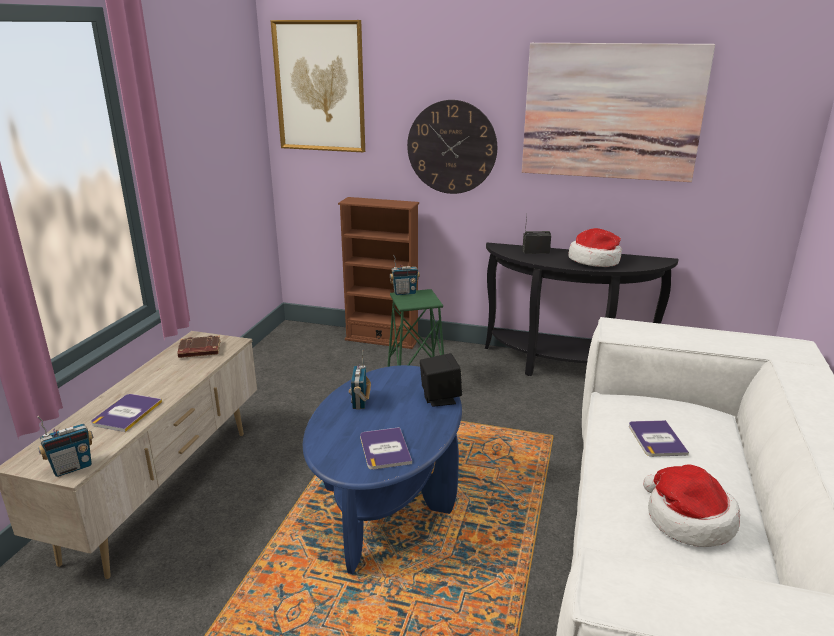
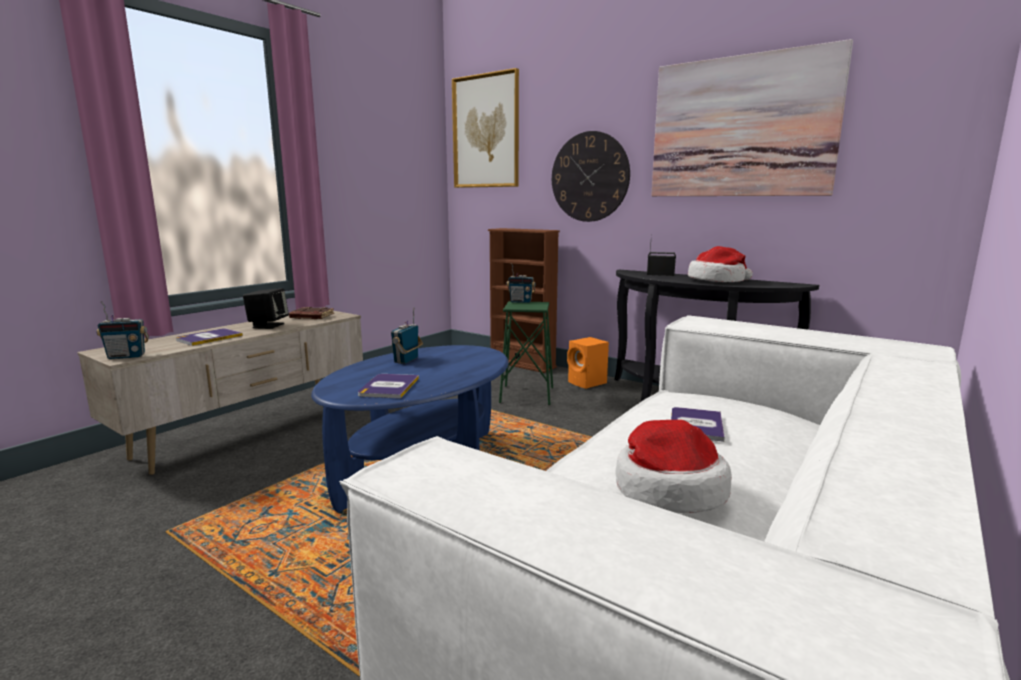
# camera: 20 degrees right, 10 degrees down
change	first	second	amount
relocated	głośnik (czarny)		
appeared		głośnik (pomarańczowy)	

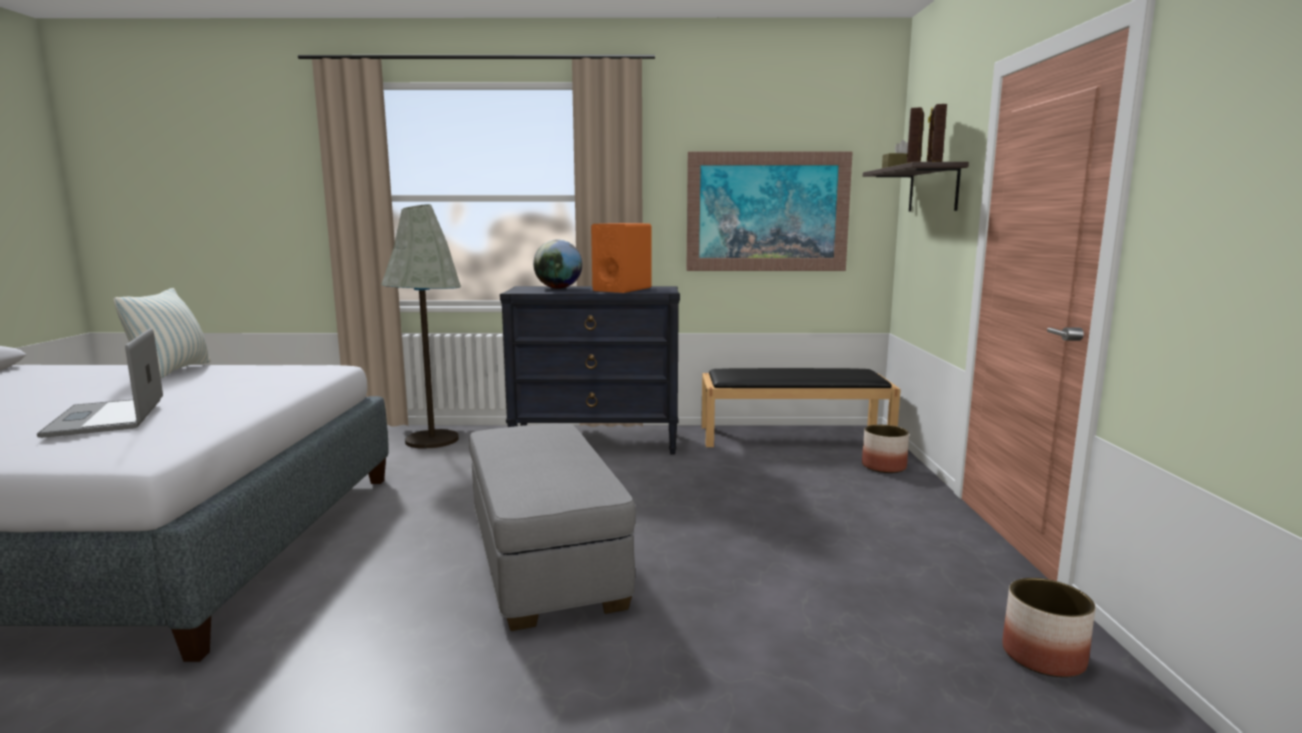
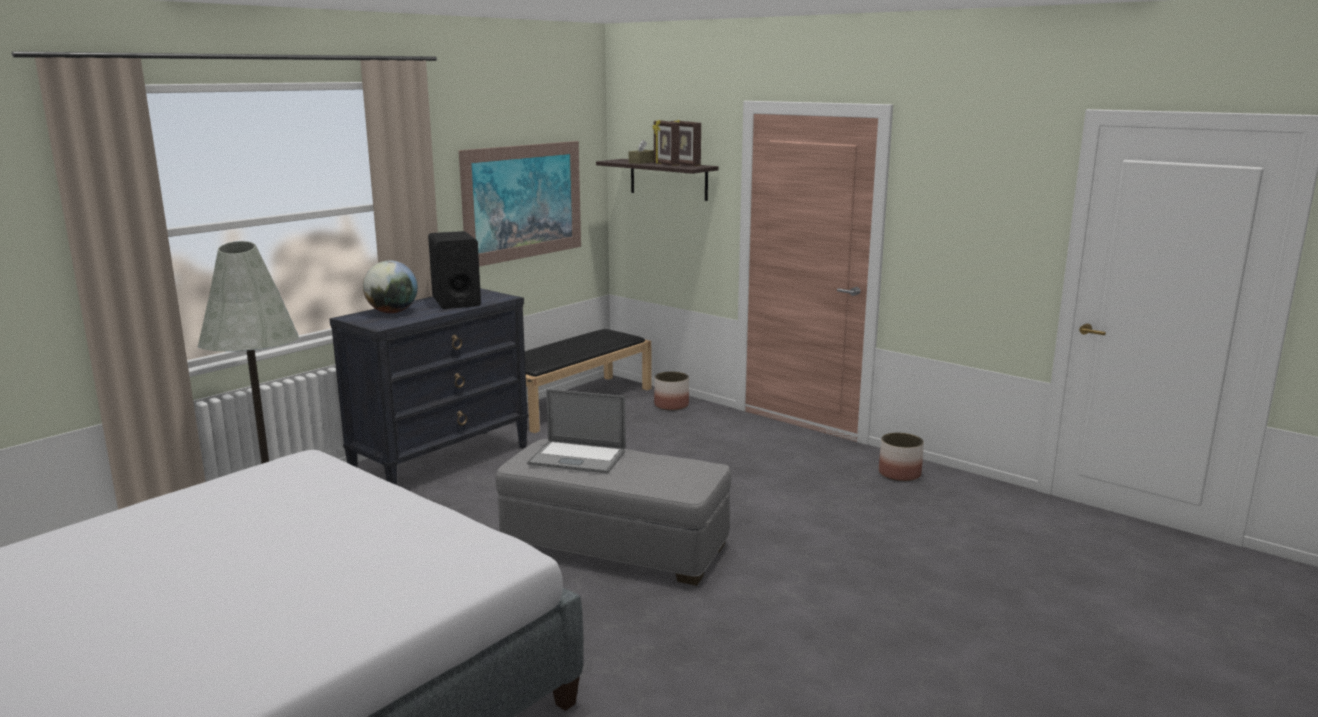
# camera: 50 degrees left, 5 degrees up
change	first	second	amount
colour	głośnik (pomarańczowy)	głośnik (czarny)	
missing	poduszka		
relocated	laptop		

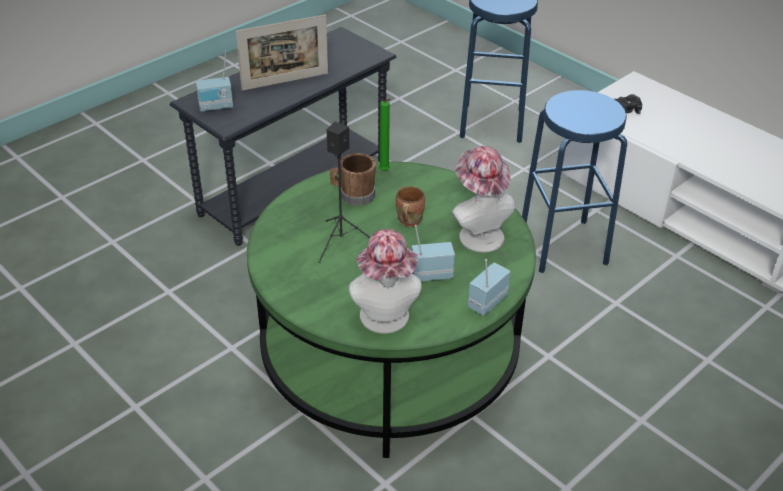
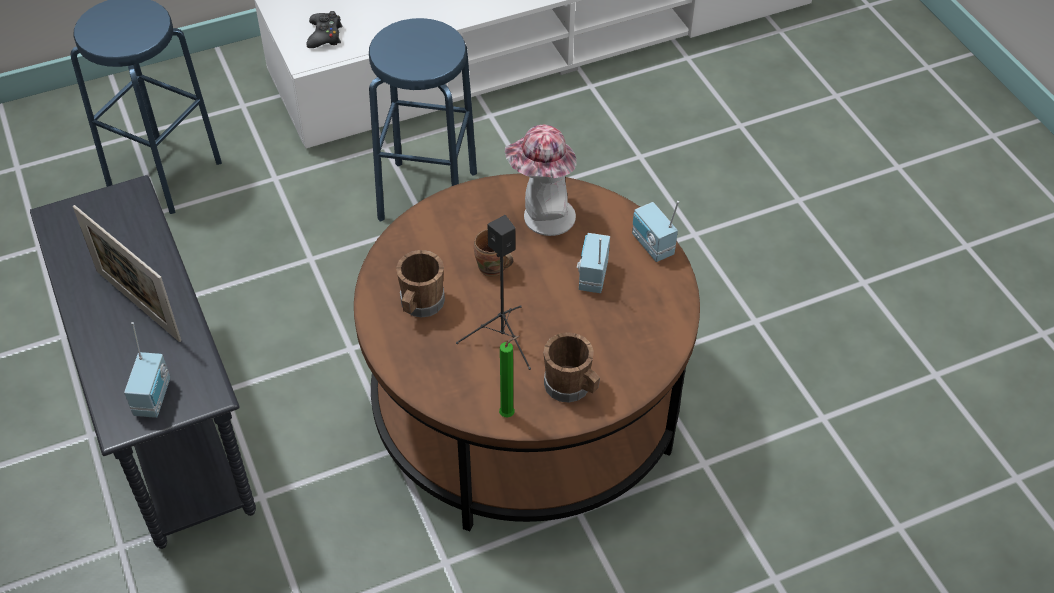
# camera: 70 degrees left, 10 degrees up
change	first	second	amount
spun	ramka na zdjęcie		135 degrees clockwise
relocated	świeca (zielony)		
colour	ława (zielony)	ława (brązowy)	
missing	kapelusz (no. 1 from left)		
appeared		kubek (brązowy) (no. 3 from left)	

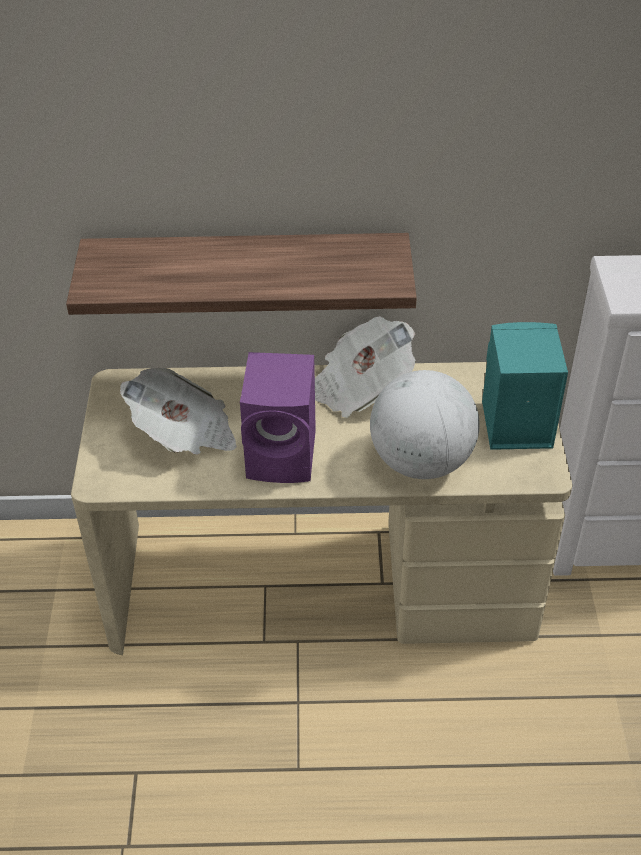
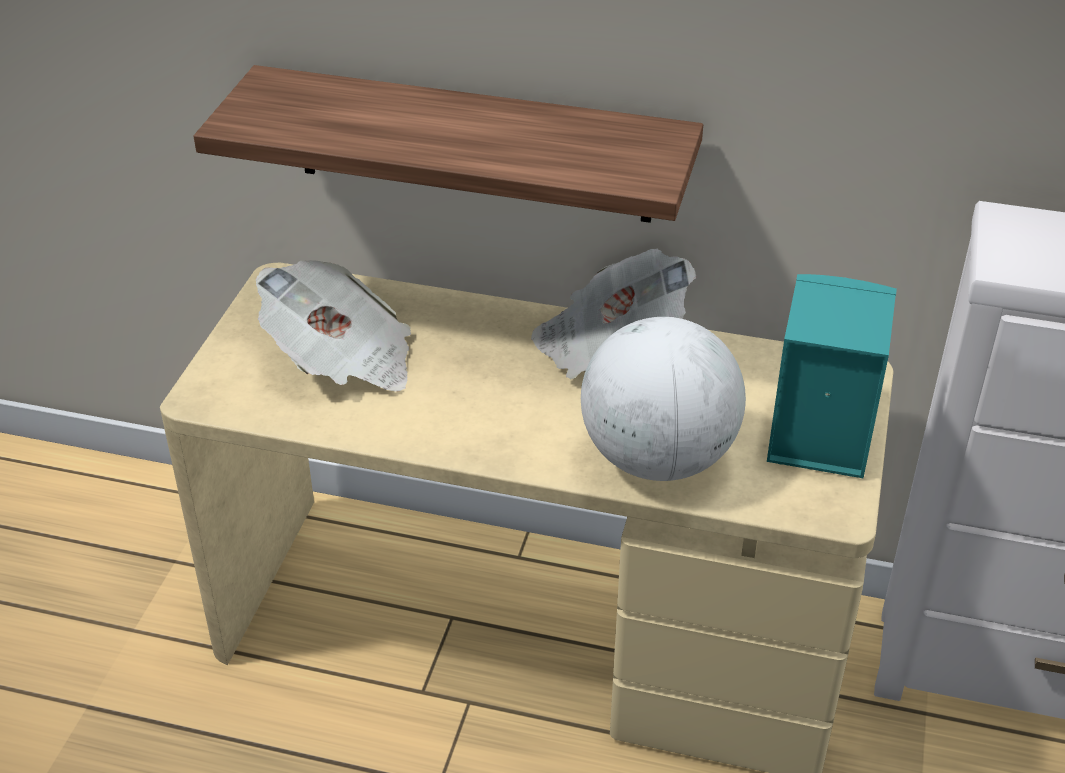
# camera: 15 degrees right, 5 degrees down
change	first	second	amount
missing	głośnik (fioletowy)		

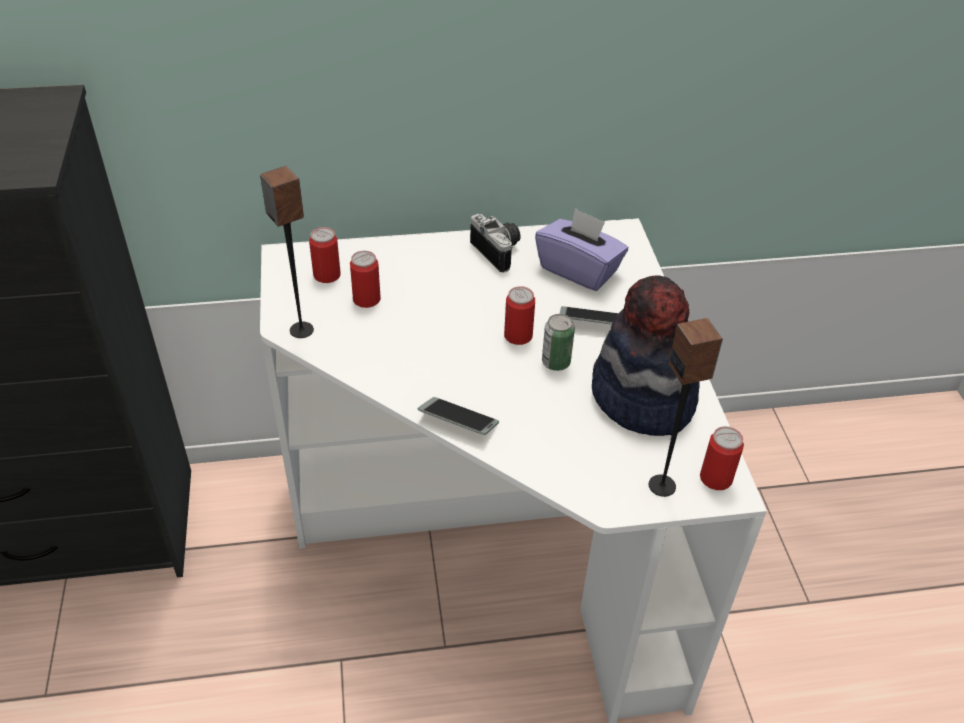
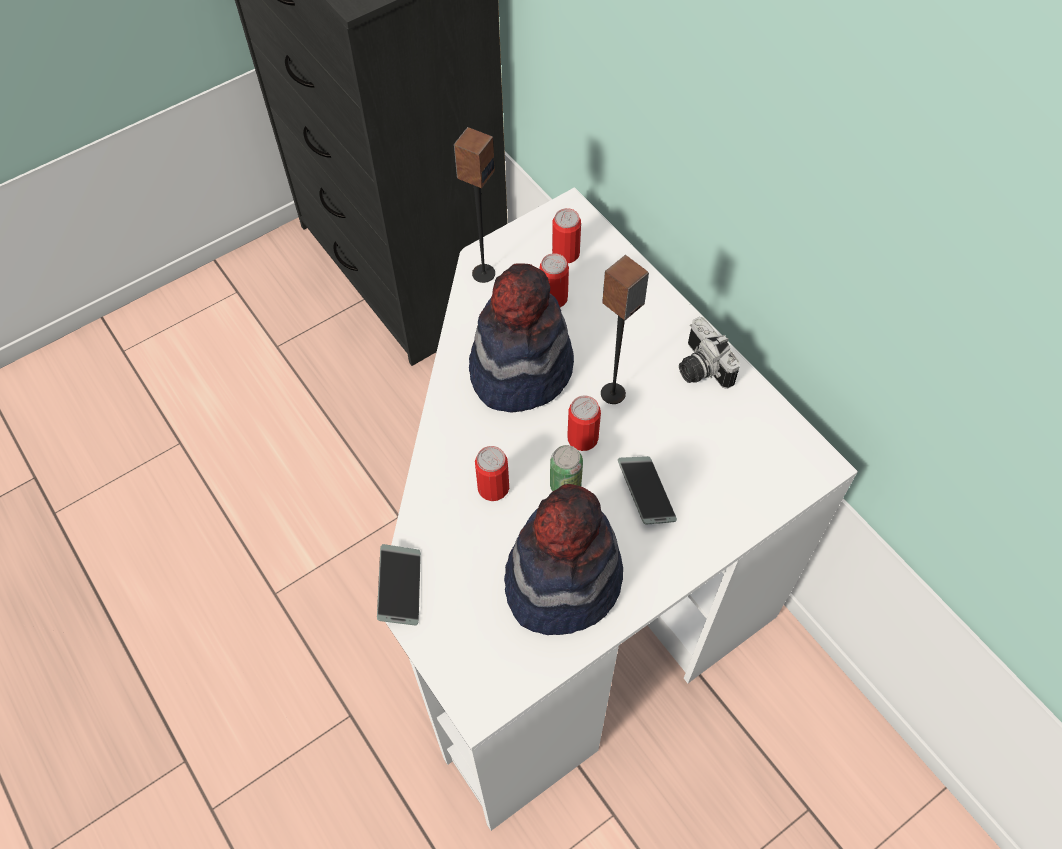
# camera: 65 degrees right, 15 degrees up
change	first	second	amount
missing	pudełko chusteczek (fioletowy)		
spun	aparat fotograficzny		120 degrees clockwise
relocated	głośnik (no. 2 from left)		
relocated	telefon (no. 1 from left)		
relocated	puszka (no. 5 from left in the first image)	puszka (no. 1 from left)	
appeared		kapelusz (no. 1 from left)	

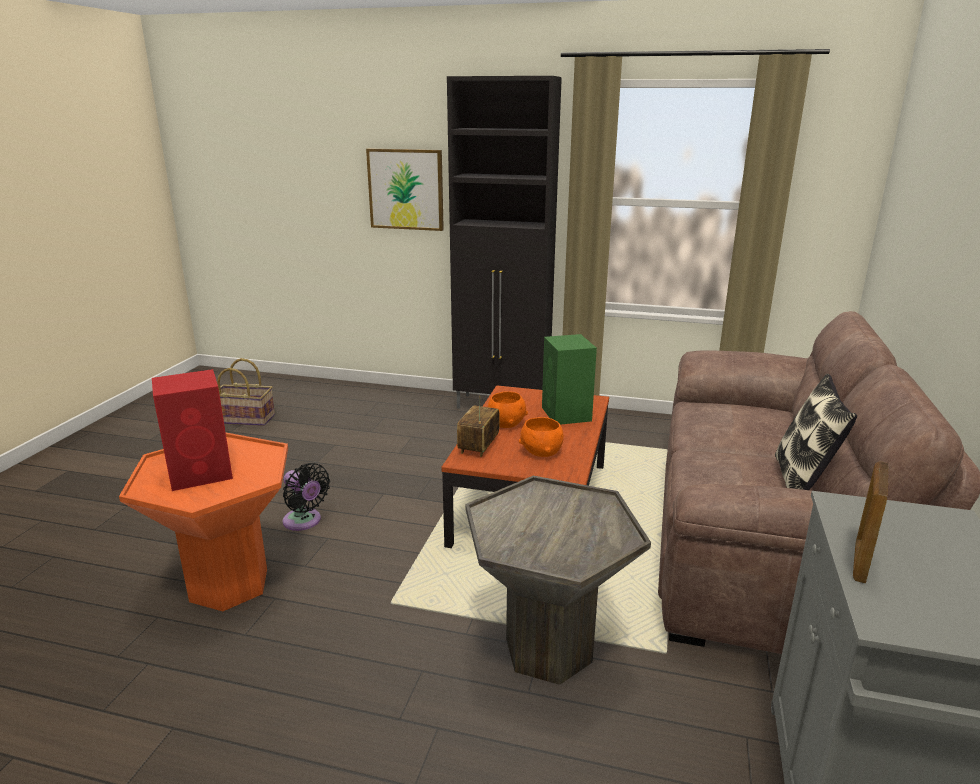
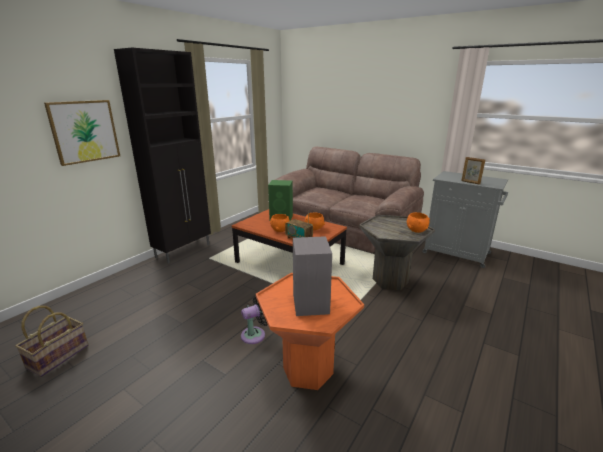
# camera: 70 degrees left, 0 degrees up
change	first	second	amount
colour	głośnik (czerwony)	głośnik (szary)	
missing	poduszka		
appeared		miska (pomarańczowy) (no. 3 from left)	

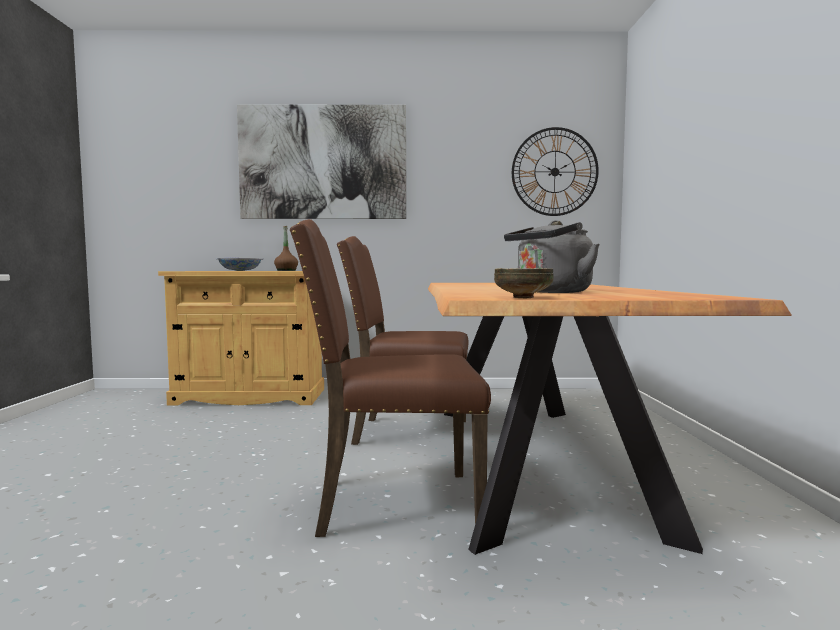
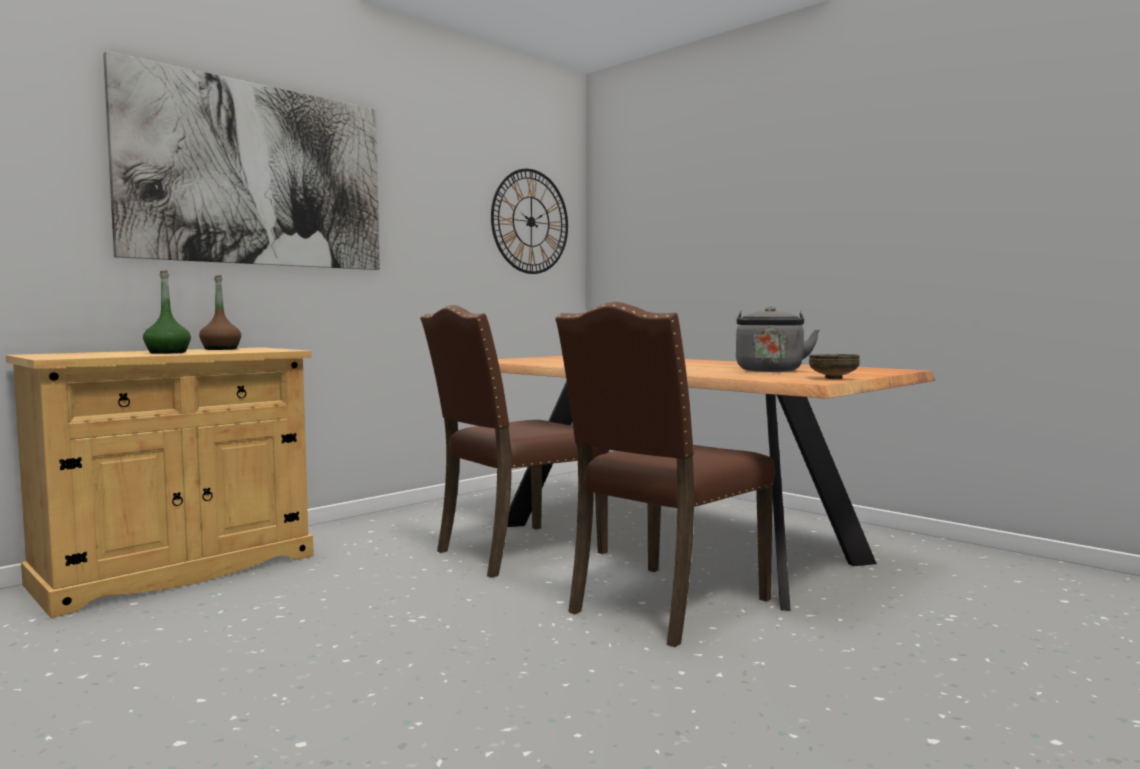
# camera: 45 degrees left, 0 degrees up
change	first	second	amount
exchanged	miska (no. 1 from left)	butelka (zielony)	

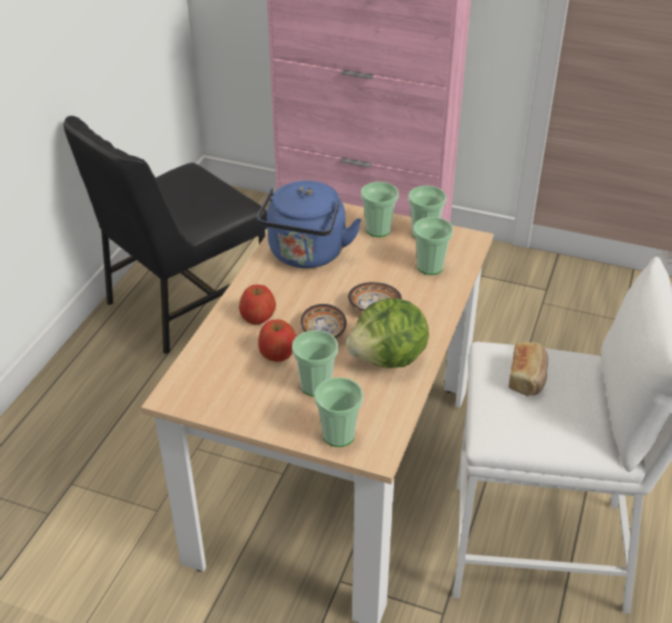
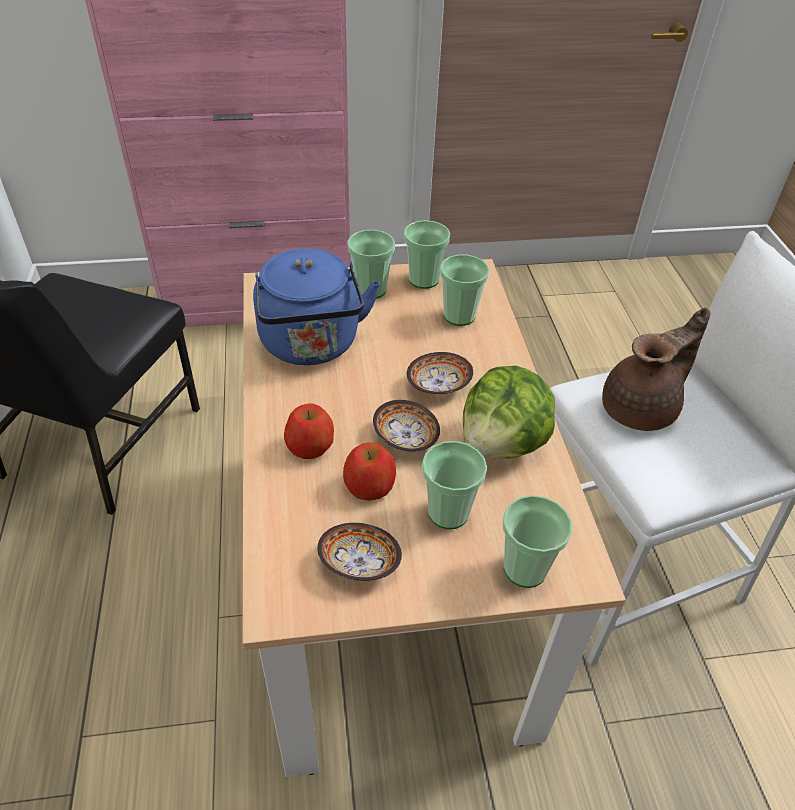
# camera: 30 degrees left, 5 degrees up
change	first	second	amount
exchanged	chleb	imbryk (brązowy)	
appeared		miska (no. 1 from left)	

